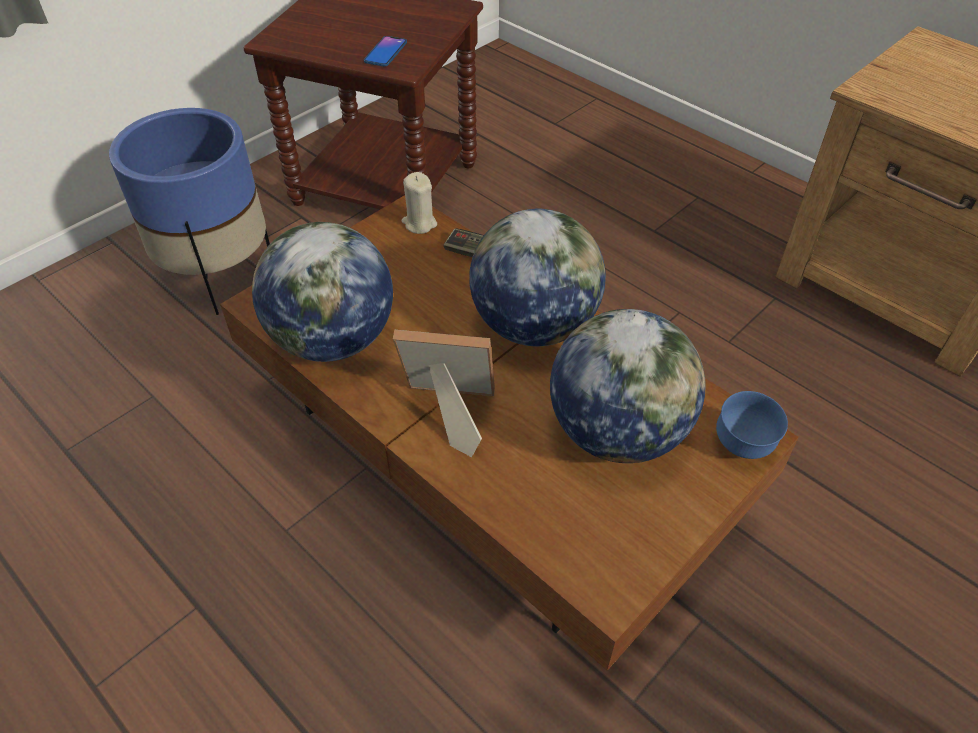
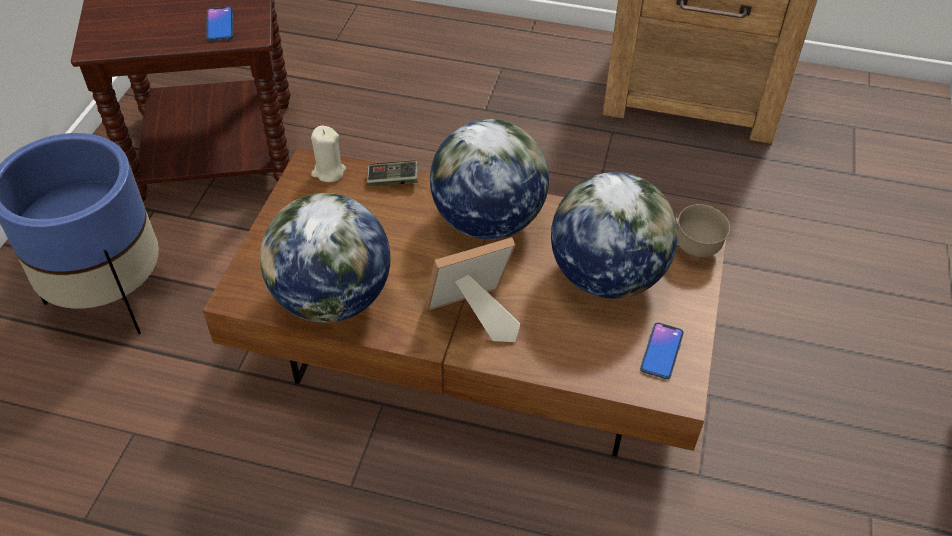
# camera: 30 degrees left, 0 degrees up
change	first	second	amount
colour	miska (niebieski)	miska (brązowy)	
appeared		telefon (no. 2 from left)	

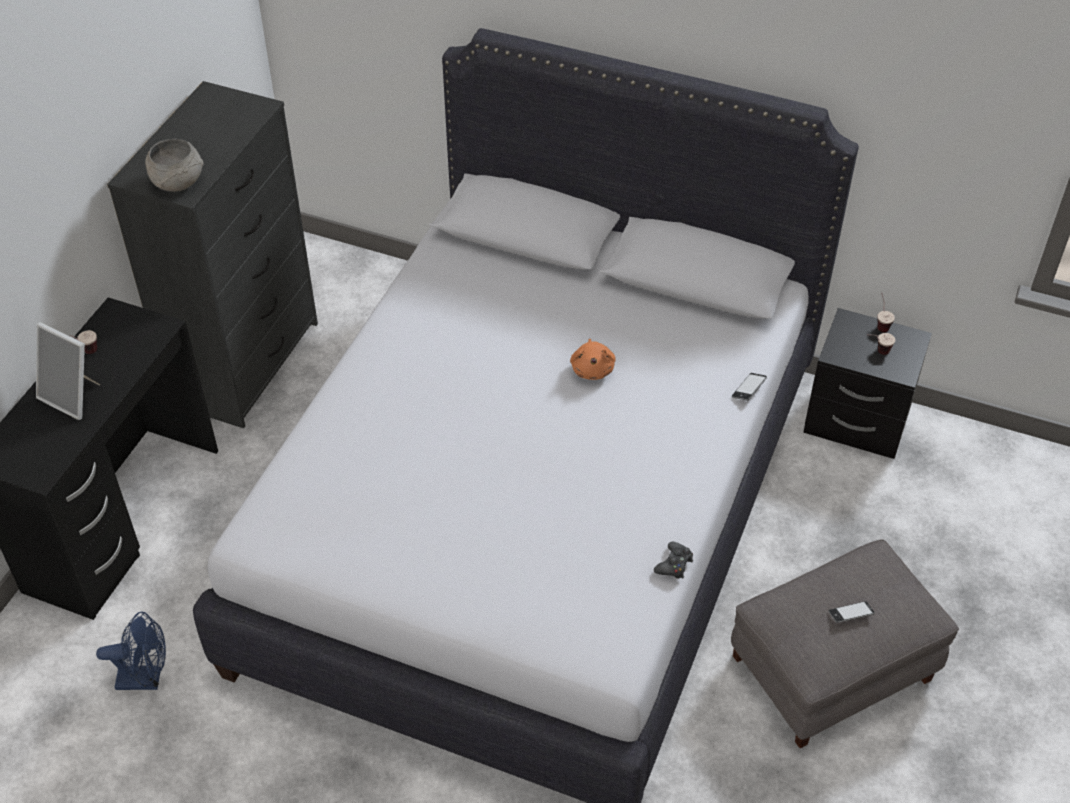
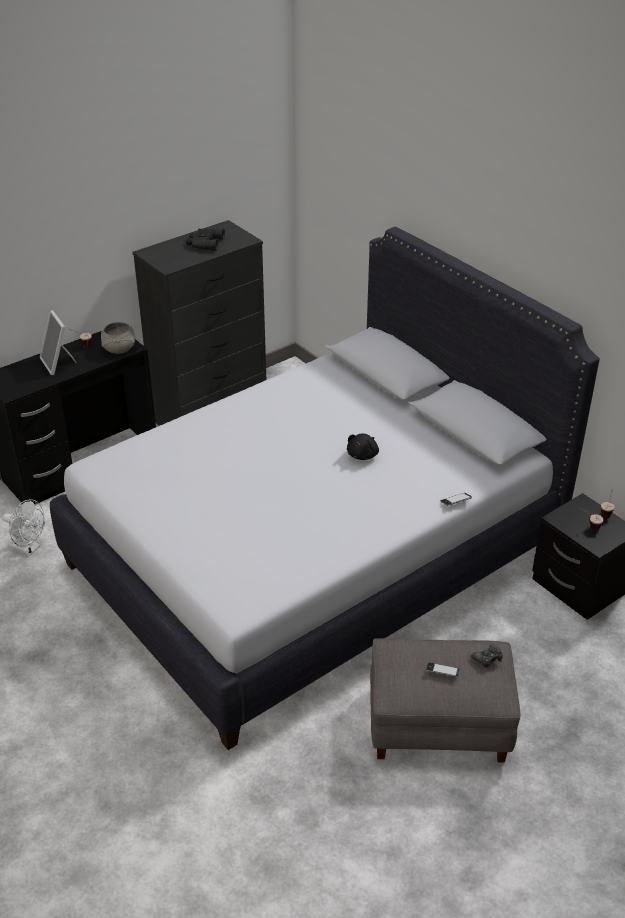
# camera: 30 degrees right, 10 degrees down
change	first	second	amount
relocated	miska (szary)		
colour	pluszak (pomarańczowy)	pluszak (czarny)	
relocated	pad do gier (czarny)		
colour	wentylator (niebieski)	wentylator (biały)	
appeared		lornetka (czarny)	

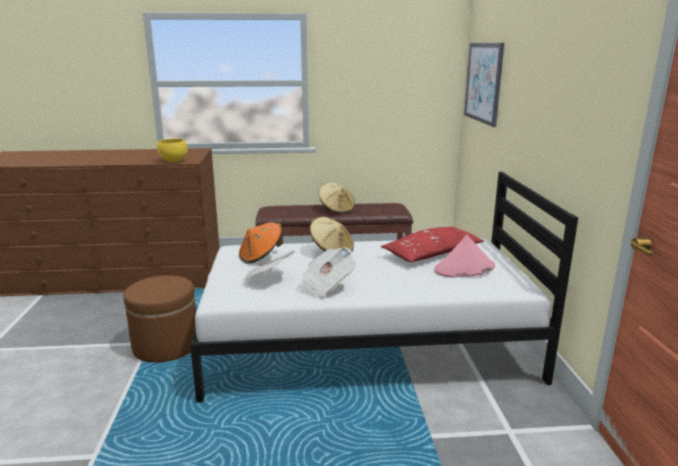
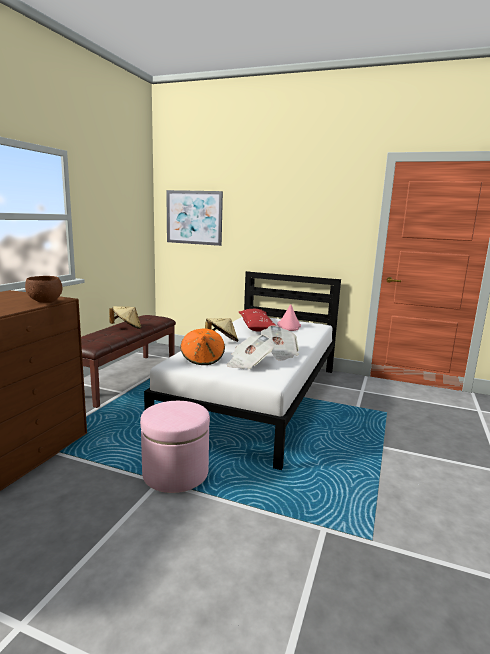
# camera: 65 degrees left, 5 degrees down
change	first	second	amount
colour	miska (żółty)	miska (brązowy)	
colour	pufa (brązowy)	pufa (różowy)	

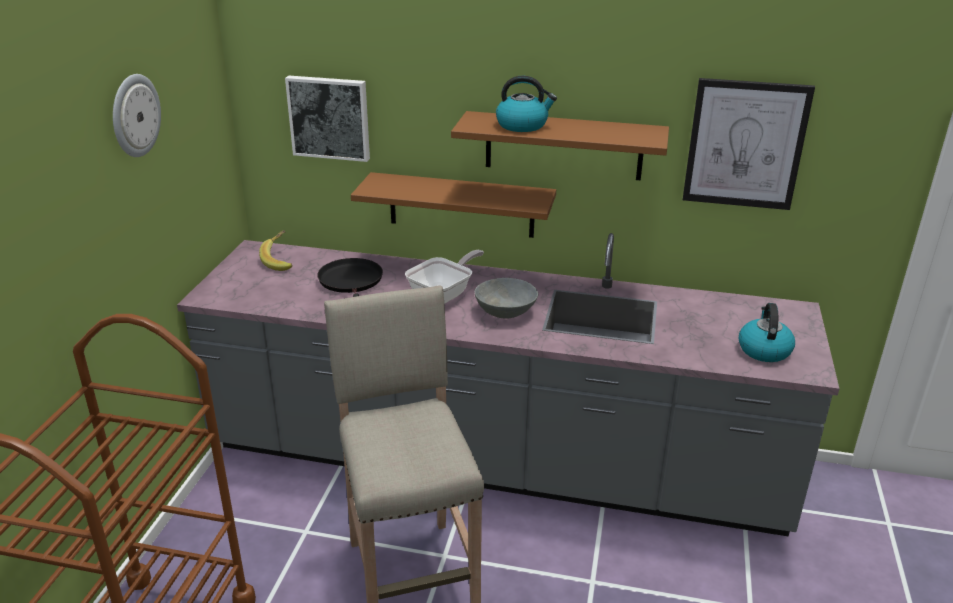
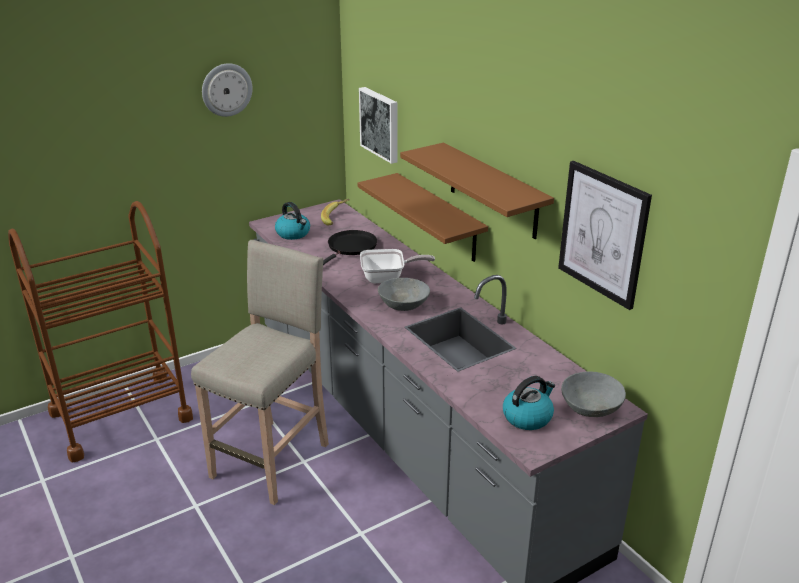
# camera: 45 degrees right, 0 degrees up
change	first	second	amount
relocated	czajnik (no. 1 from left)		
appeared		miska (szary) (no. 2 from left)	

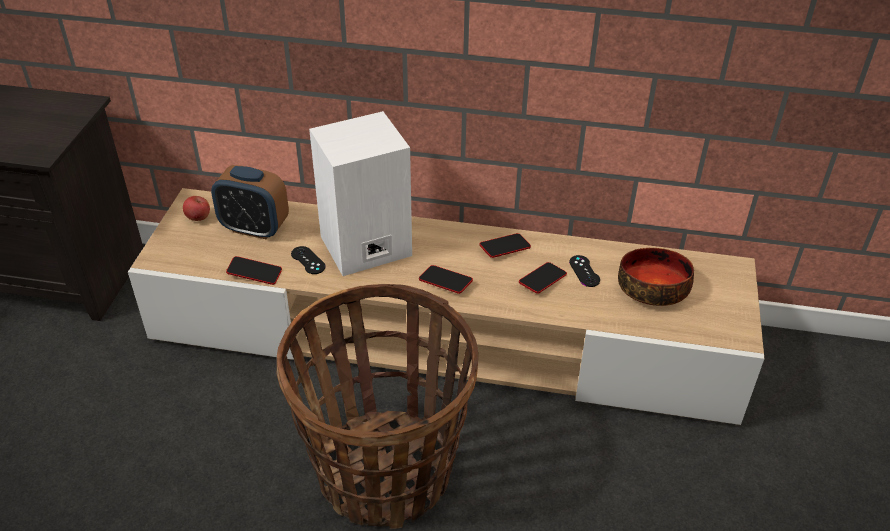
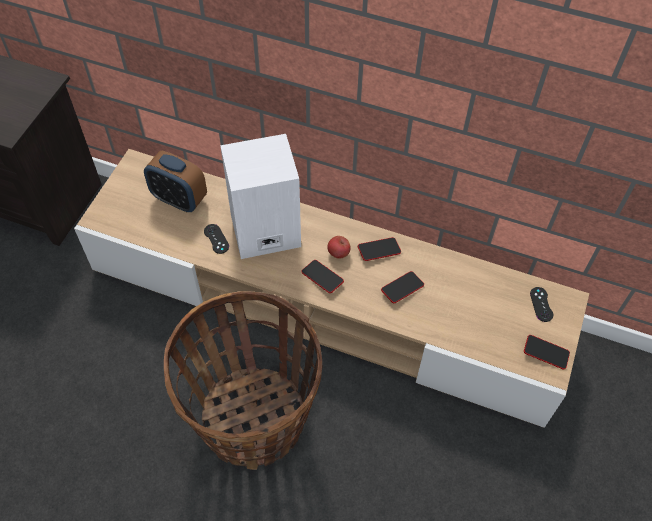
# camera: 10 degrees right, 15 degrees up
change	first	second	amount
relocated	jabłko		
missing	miska		
relocated	pad do gier (czarny) (no. 2 from left)		
relocated	telefon (no. 1 from left in the first image)	telefon (no. 4 from left)	

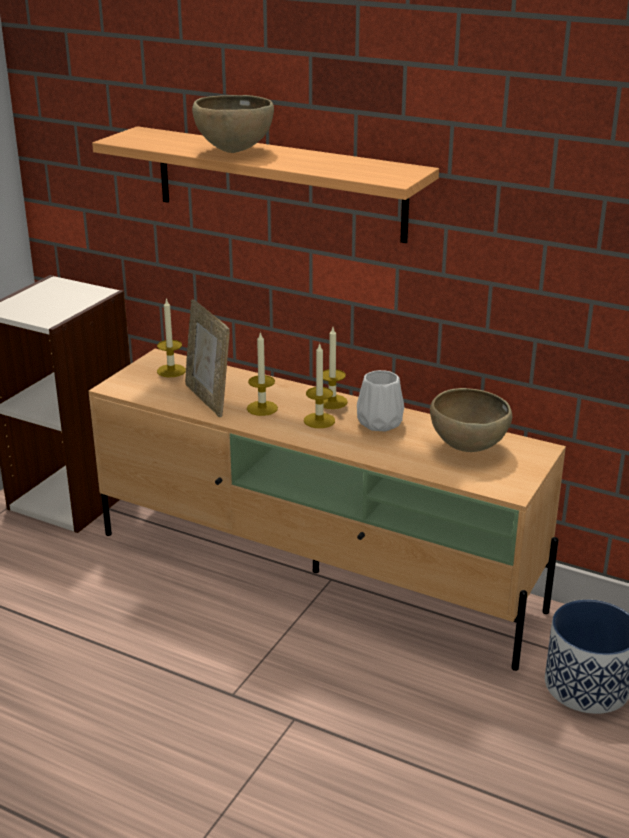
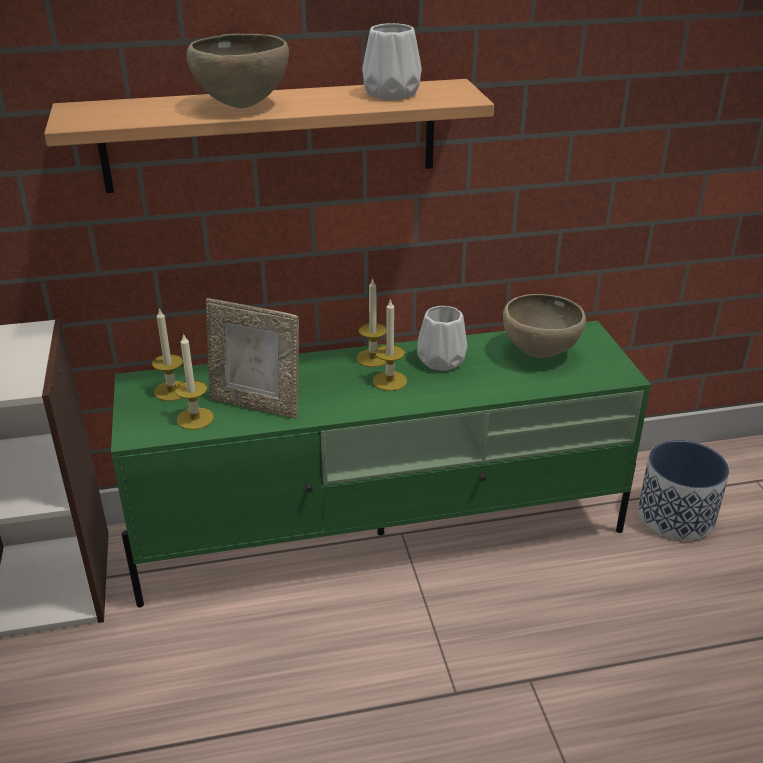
# camera: 40 degrees left, 5 degrees up
change	first	second	amount
relocated	świeca (no. 2 from left)		
colour	szafka pod telewizor (beżowy)	szafka pod telewizor (zielony)	
appeared		wazon (biały) (no. 1 from left)	

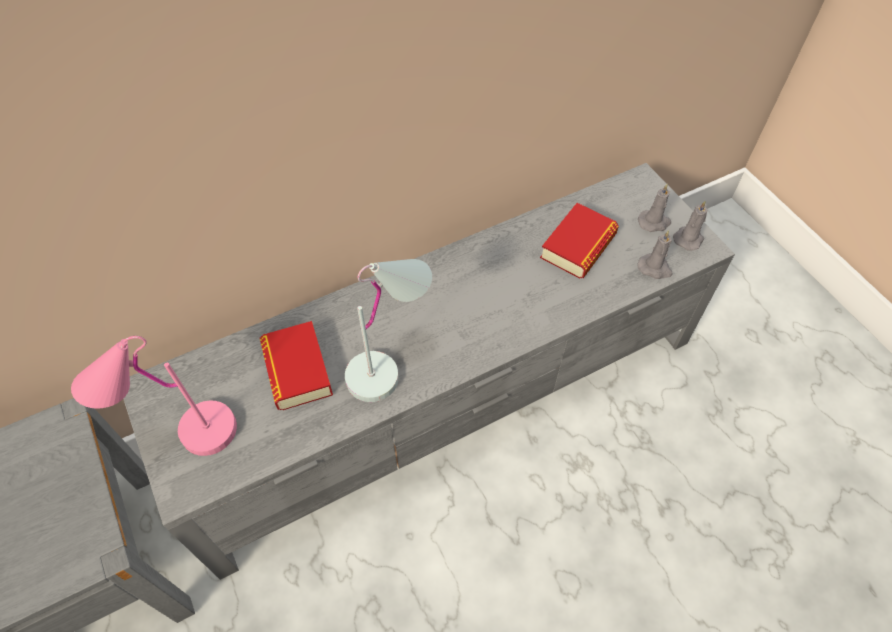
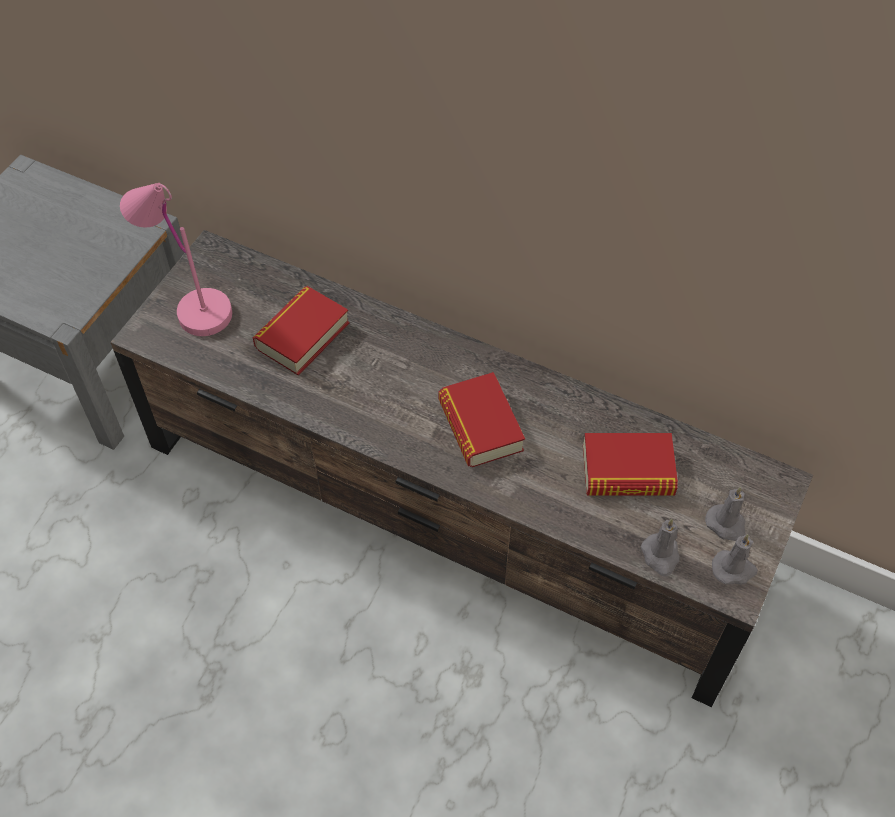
# camera: 55 degrees right, 0 degrees up
change	first	second	amount
colour	szafka pod telewizor (szary)	szafka pod telewizor (brązowy)	
missing	lampa stołowa (biały)		
appeared		książka (no. 2 from left)	

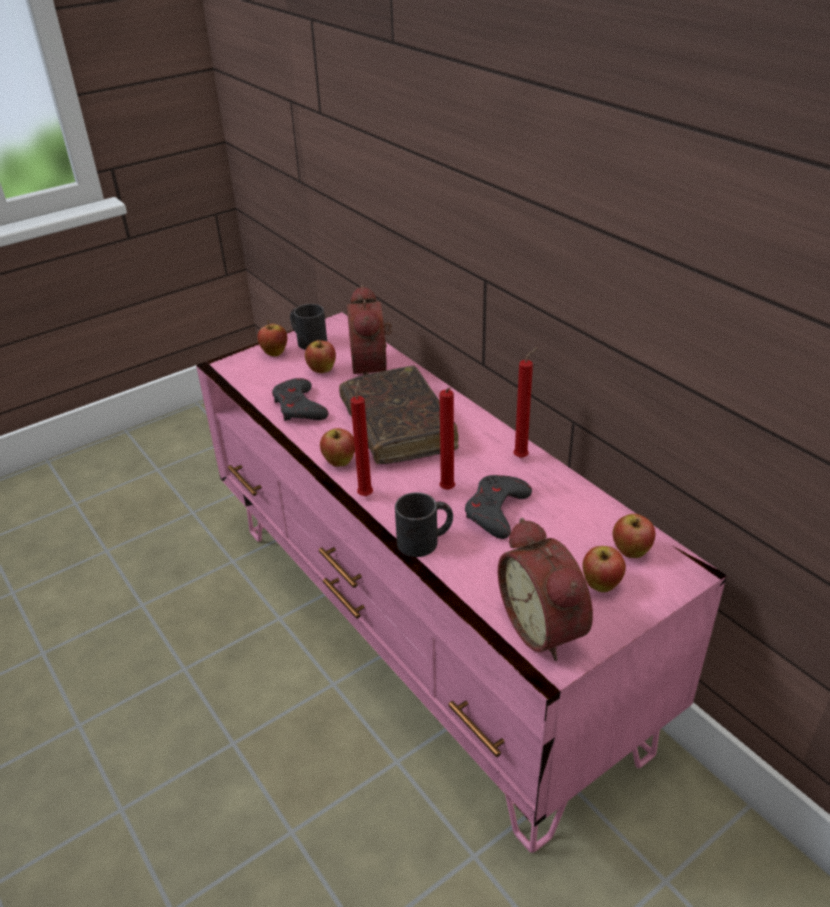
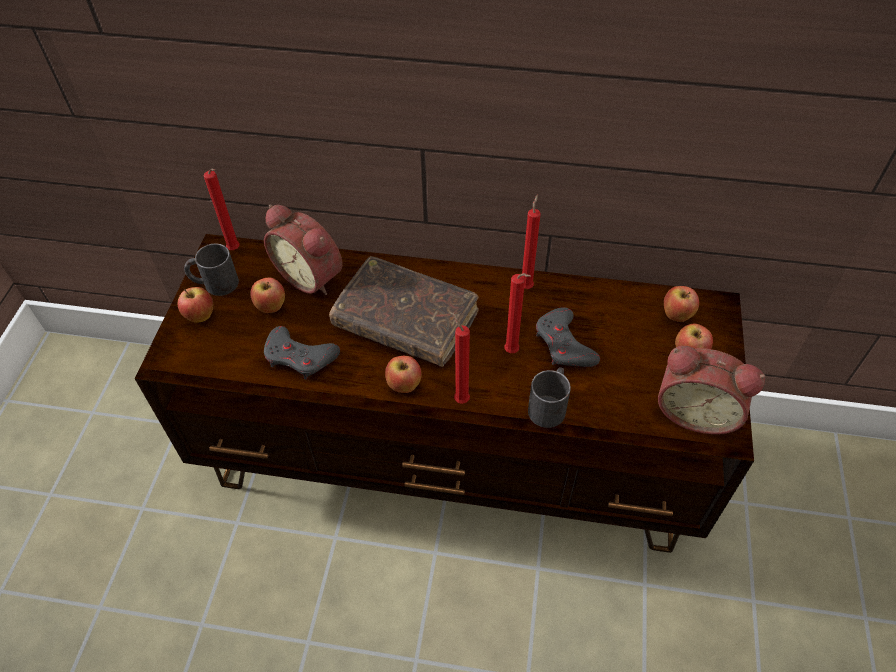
# camera: 45 degrees left, 15 degrees up
change	first	second	amount
colour	szafka pod telewizor (różowy)	szafka pod telewizor (brązowy)	
appeared		świeca (czerwony) (no. 1 from left)	

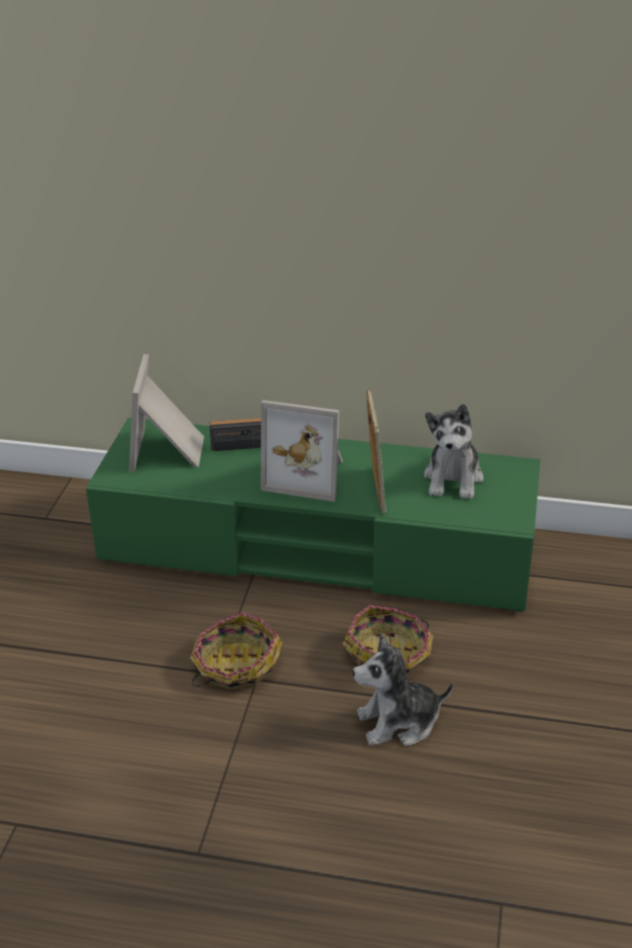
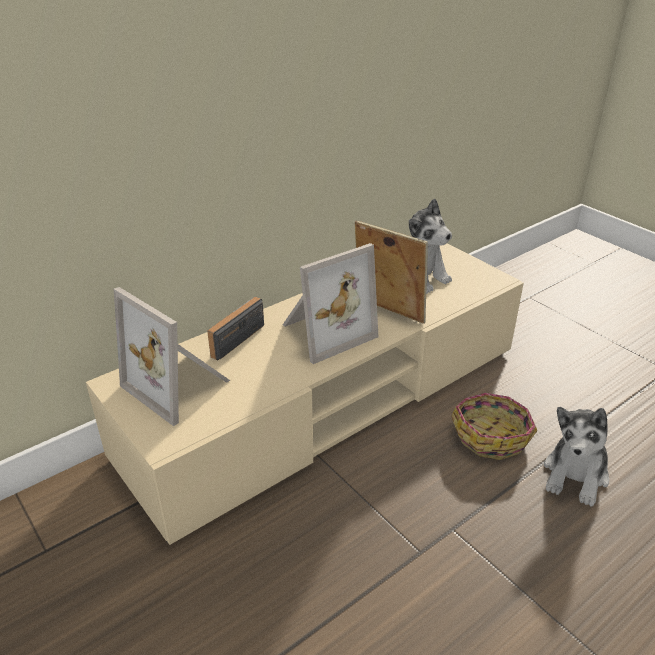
# camera: 50 degrees left, 0 degrees up
change	first	second	amount
colour	szafka pod telewizor (zielony)	szafka pod telewizor (beżowy)	
missing	koszyk (no. 1 from left)		

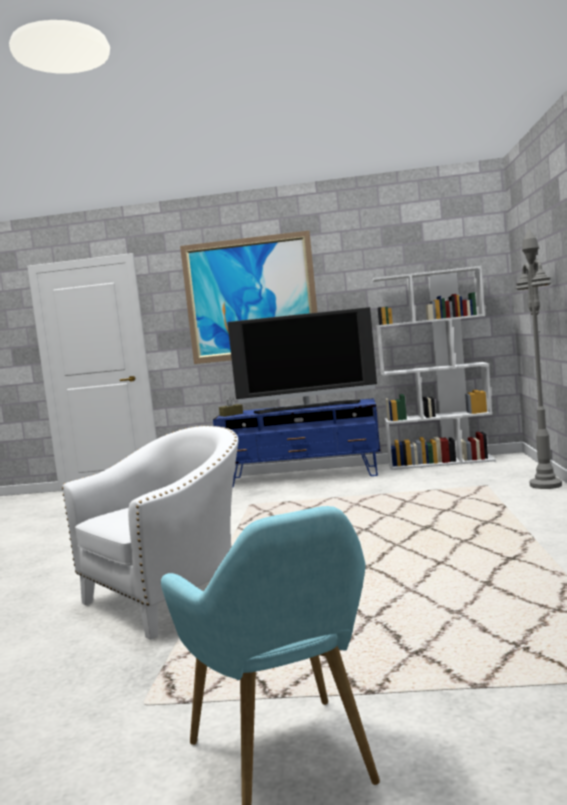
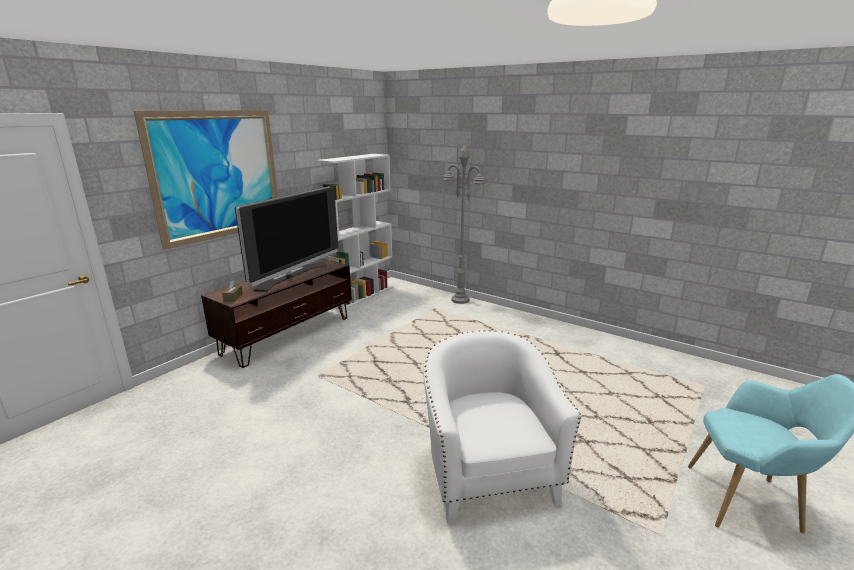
# camera: 60 degrees left, 15 degrees up
change	first	second	amount
colour	szafka pod telewizor (niebieski)	szafka pod telewizor (brązowy)	

